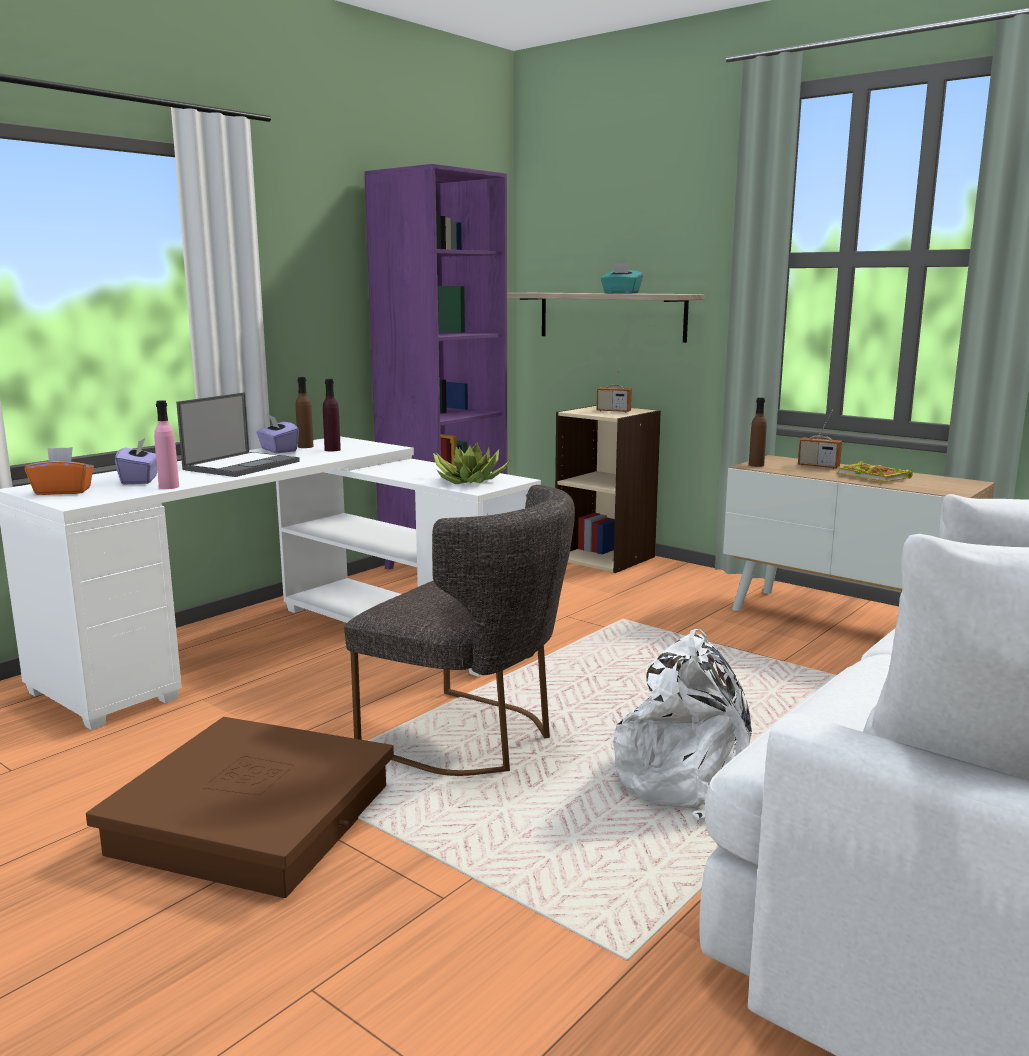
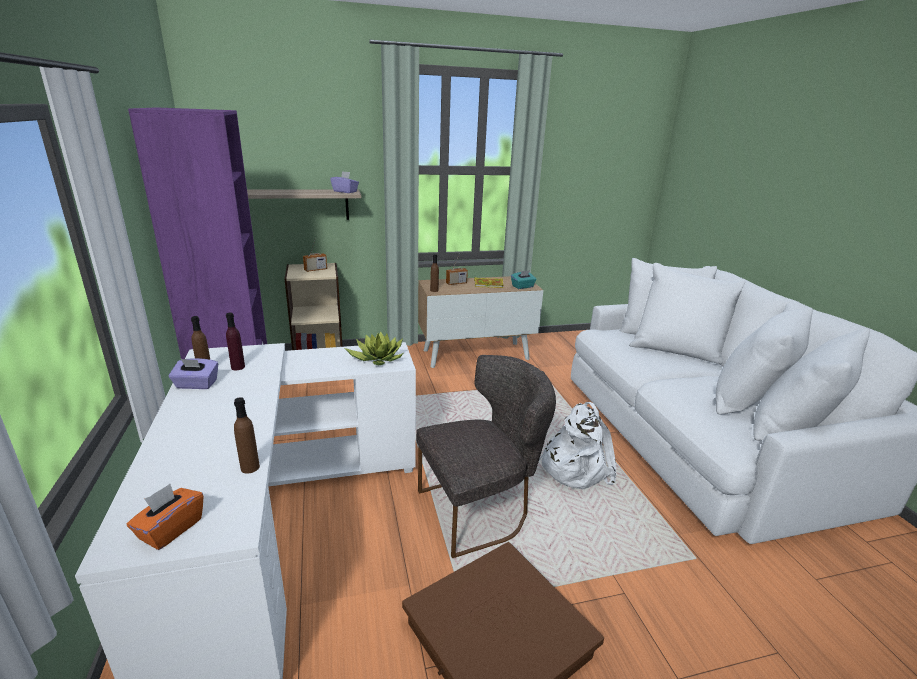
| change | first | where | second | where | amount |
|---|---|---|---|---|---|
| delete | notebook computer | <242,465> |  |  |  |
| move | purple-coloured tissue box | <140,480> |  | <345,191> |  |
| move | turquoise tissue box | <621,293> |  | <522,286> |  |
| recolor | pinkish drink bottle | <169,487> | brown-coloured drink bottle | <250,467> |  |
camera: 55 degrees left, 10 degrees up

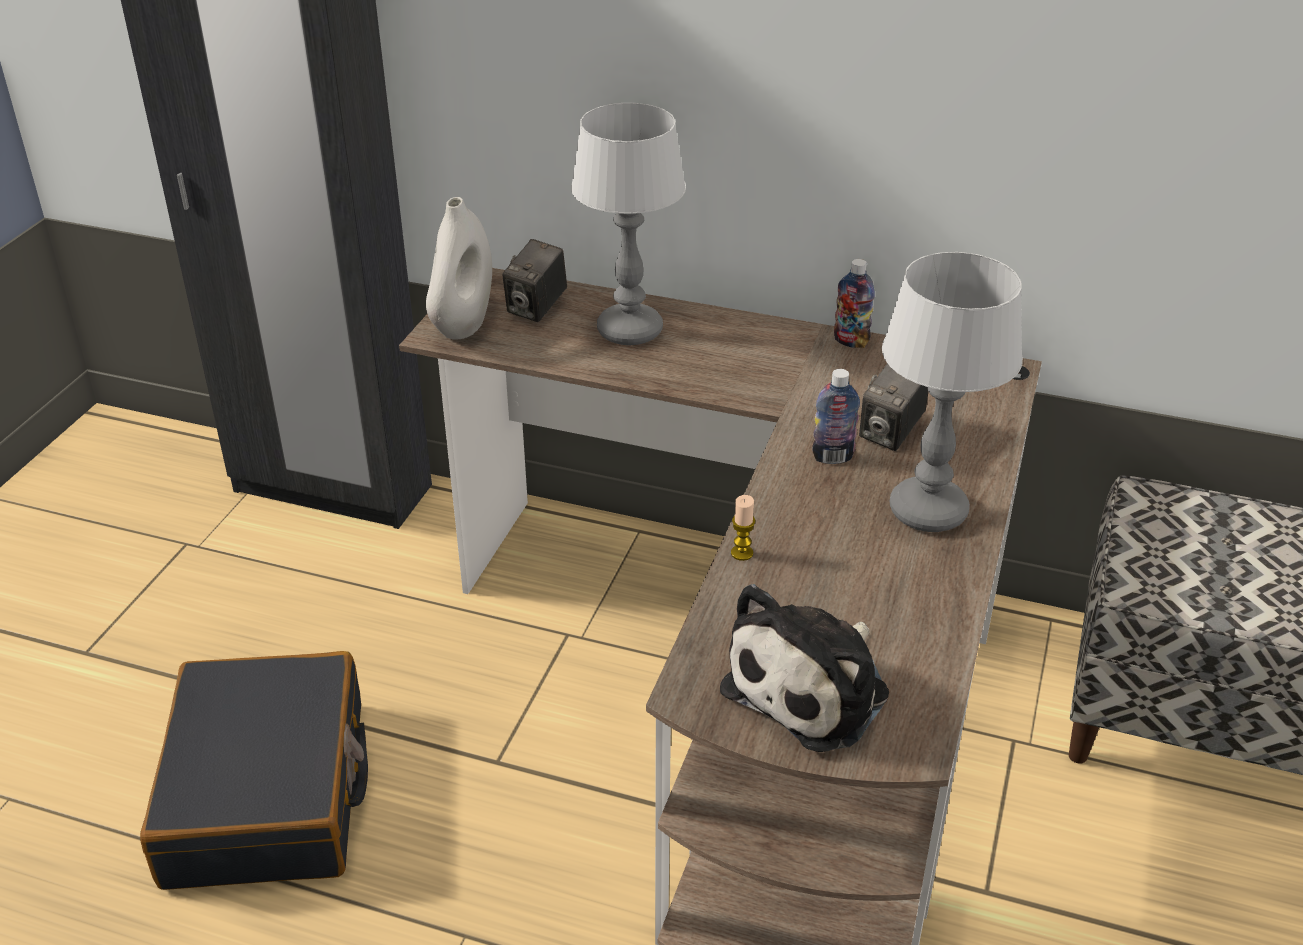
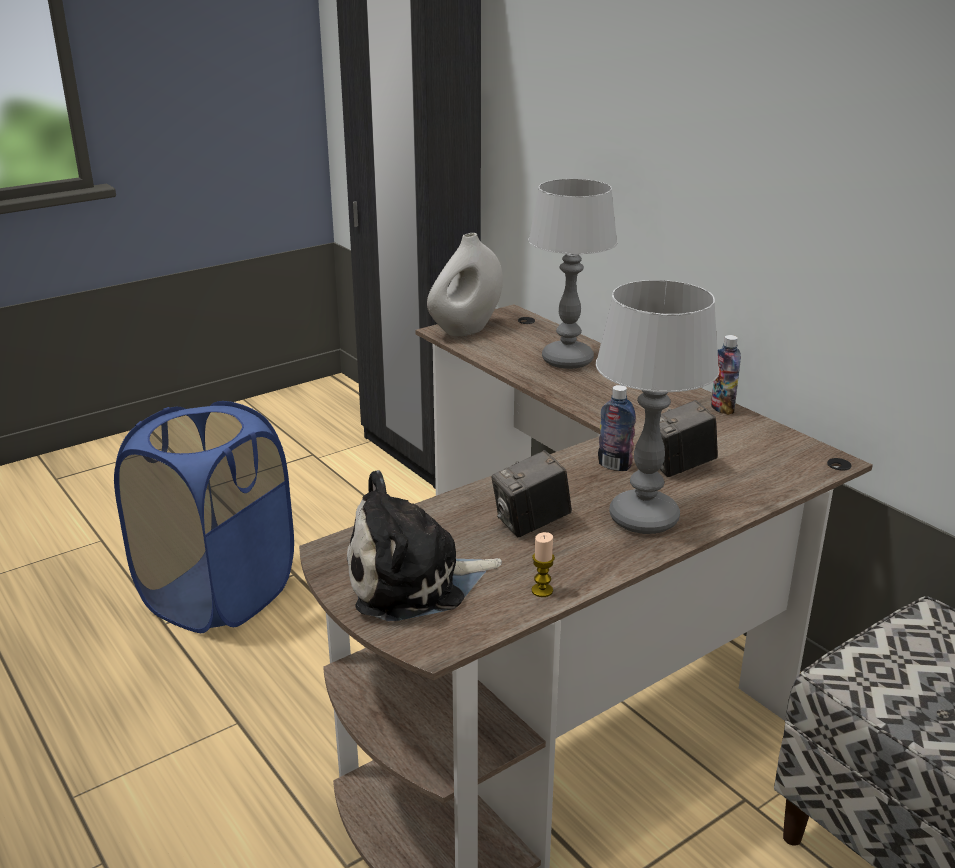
| change | first | where | second | where | amount |
|---|---|---|---|---|---|
| move | photo camera | <537,308> |  | <531,523> |  |
| move | wax light | <742,553> |  | <542,590> |  |
| replace | black travel case | <268,793> | bluish washing basket | <219,595> |  |
camera: 35 degrees right, 10 degrees down

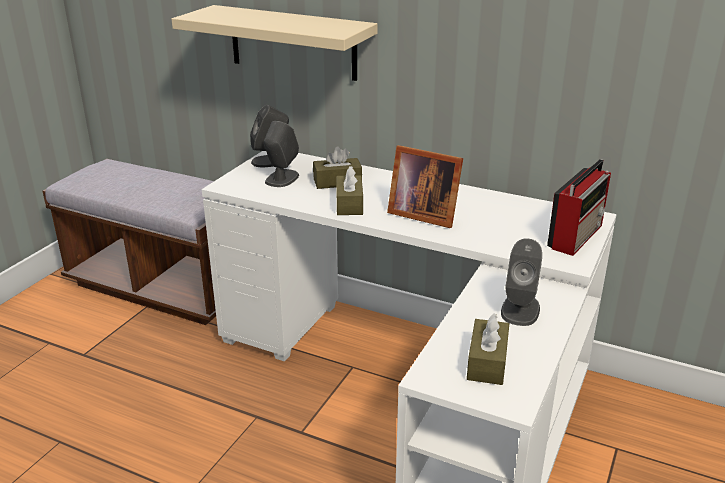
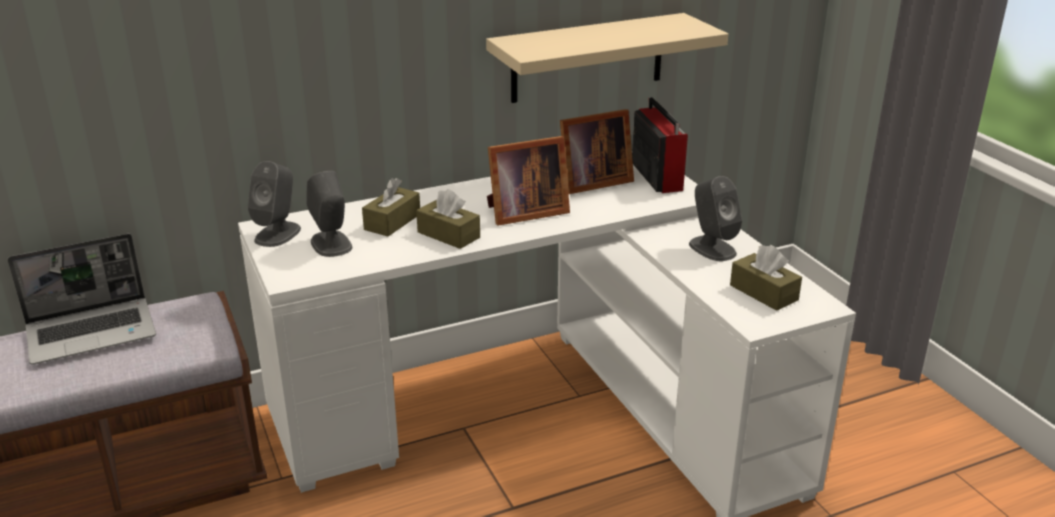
| change | first | where | second | where | amount |
|---|---|---|---|---|---|
| insert |  |  | notebook computer | <93,332> |  |
| insert |  |  | picture frame | <590,182> |  |
| move | beige-coloured shelf | <293,42> |  | <587,58> |  |
camera: 50 degrees left, 0 degrees up

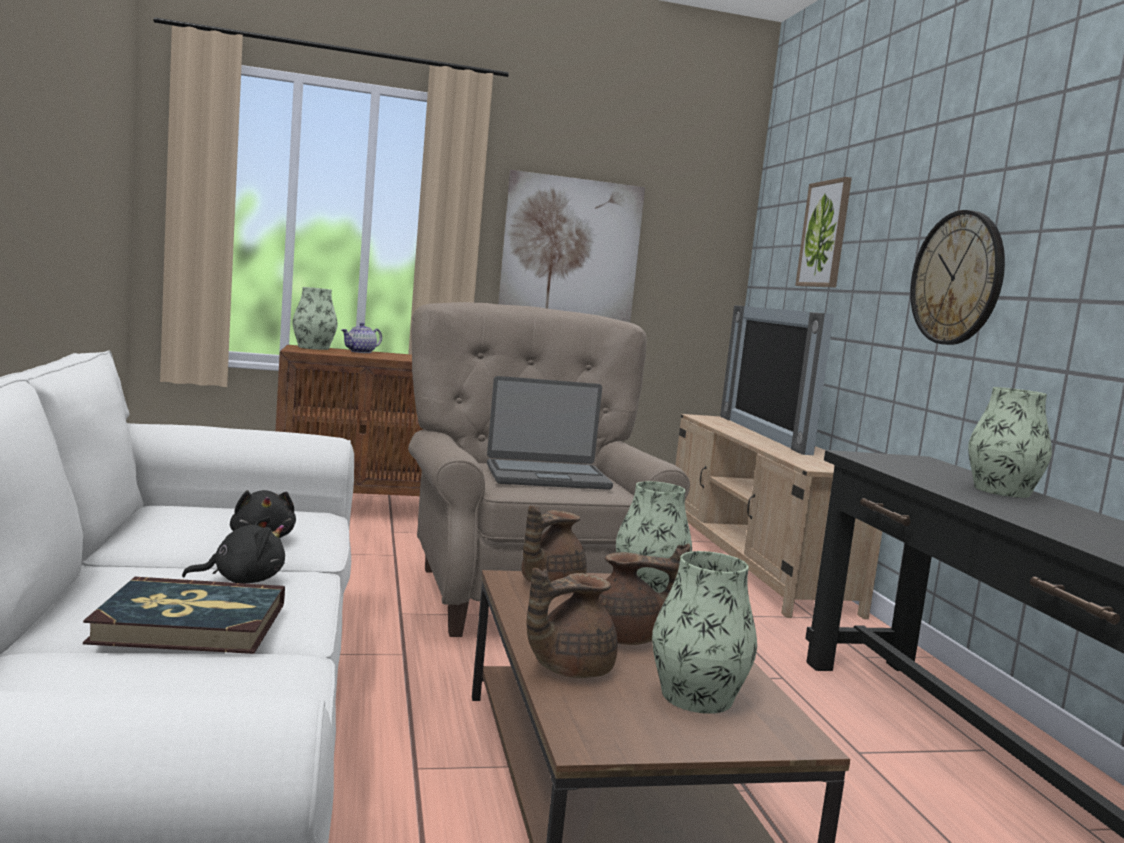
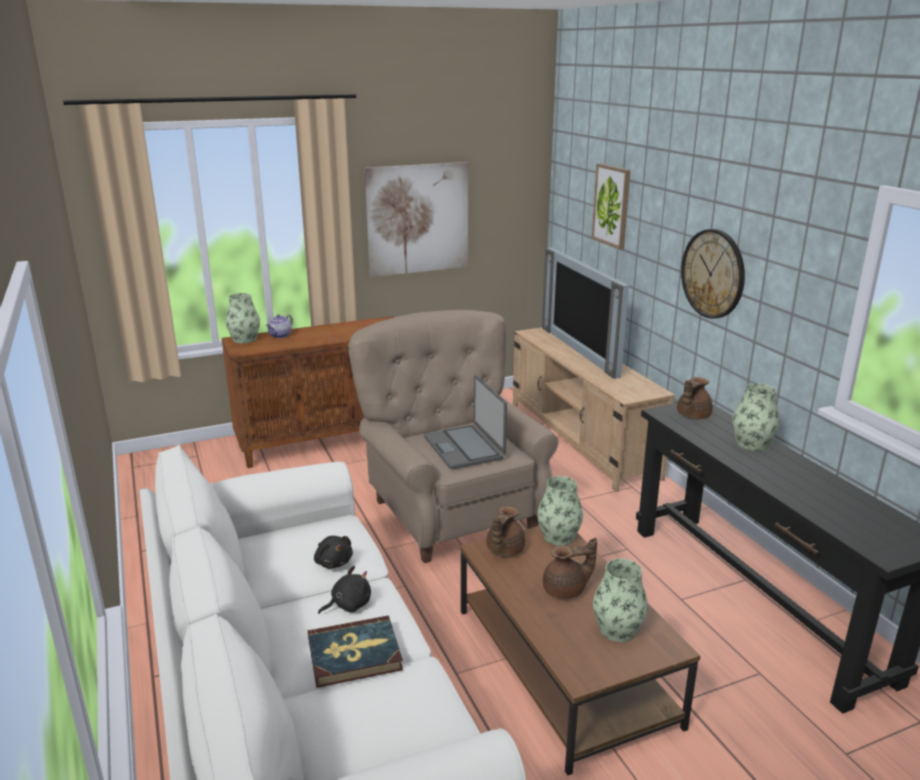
| change | first | where | second | where | amount |
|---|---|---|---|---|---|
| move | brown-coloured tea pot | <568,668> |  | <692,416> |  |
| rotate | notebook computer | <547,476> |  | <464,448> | 90 degrees clockwise |
camera: 10 degrees left, 15 degrees up

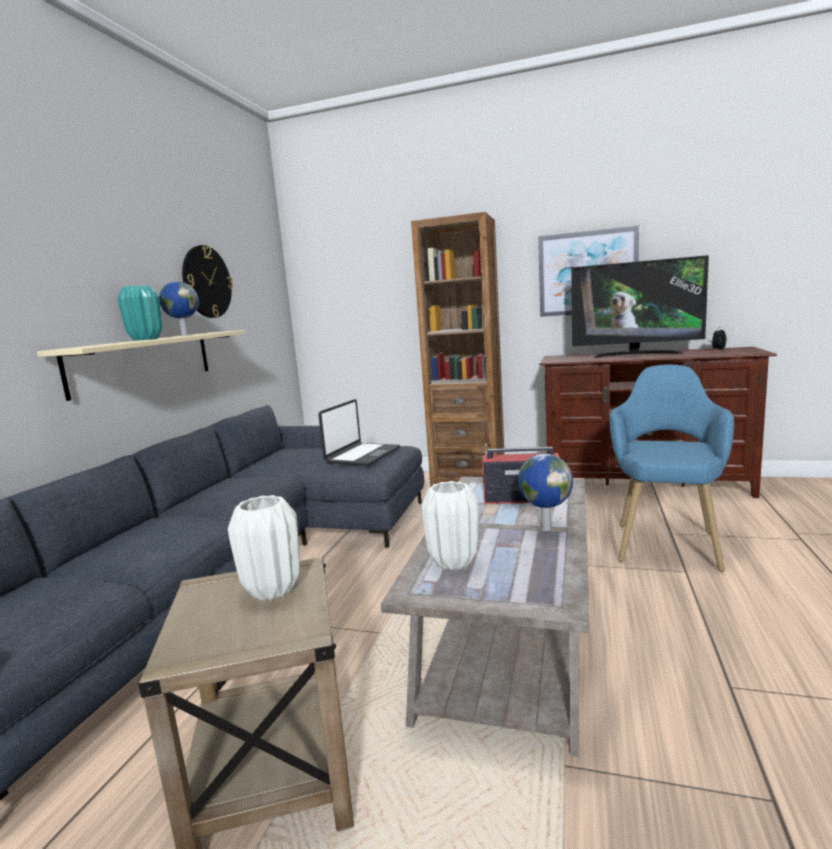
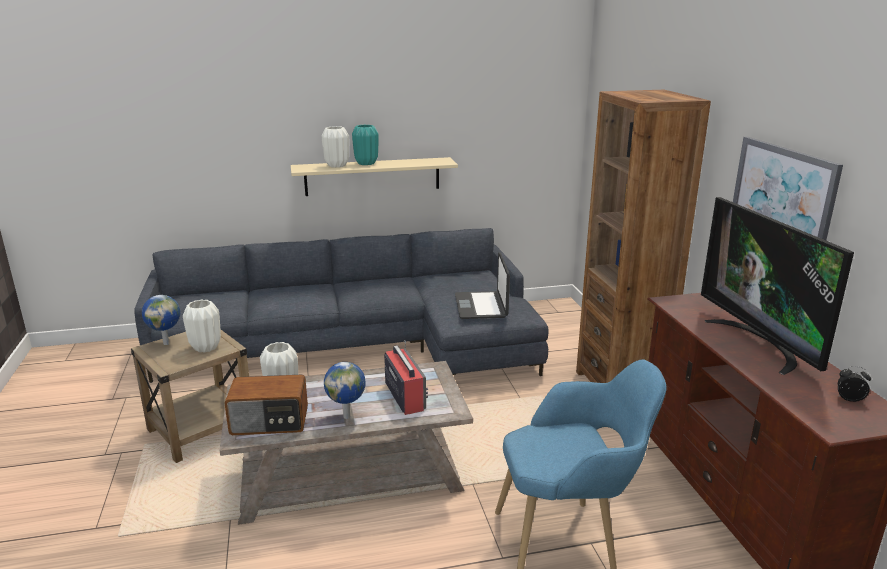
| change | first | where | second | where | amount |
|---|---|---|---|---|---|
| delete | wall clock | <207,282> |  |  |  |
| insert |  |  | radio receiver | <270,422> |  |
| insert |  |  | white flower vase | <336,165> |  |
| move | globe | <184,335> |  | <166,343> |  |
| rotate | notebook computer | <362,455> |  | <481,306> | 90 degrees clockwise |
camera: 60 degrees right, 10 degrees up

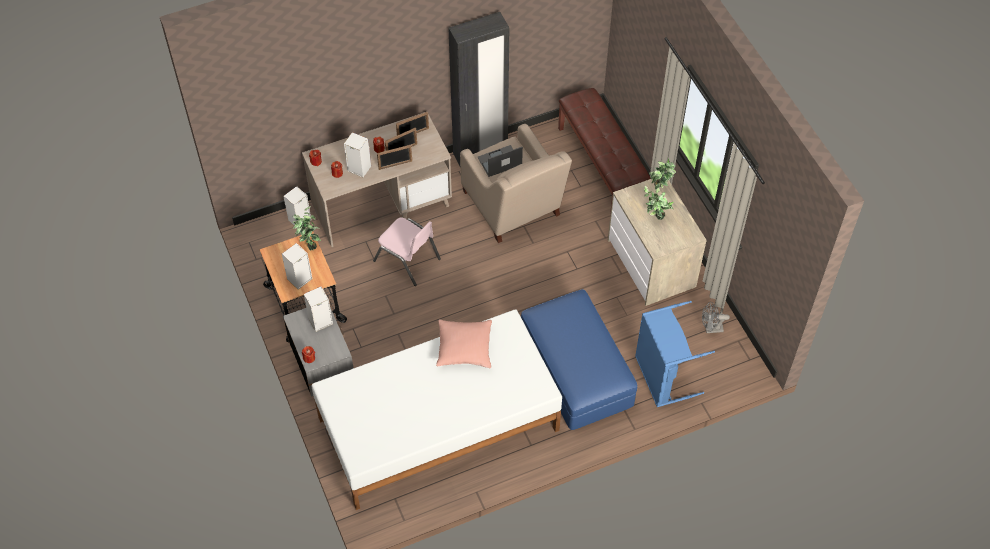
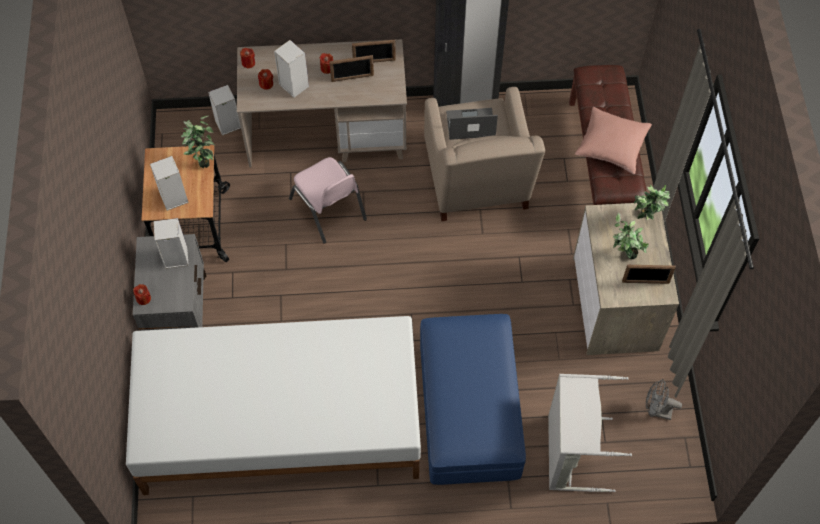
| change | first | where | second | where | amount |
|---|---|---|---|---|---|
| move | picture frame | <395,165> |  | <645,282> |  |
| move | pinkish cushion | <464,348> |  | <611,146> |  |
| recolor | bluish washing basket | <661,377> | gray washing basket | <570,453> |  |
camera: 20 degrees right, 5 degrees up

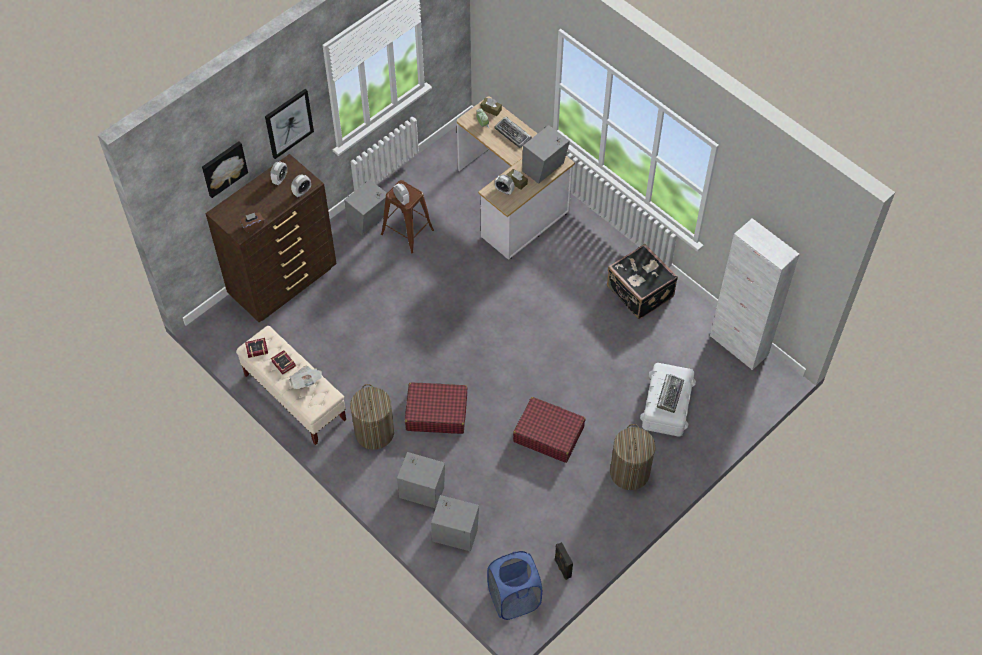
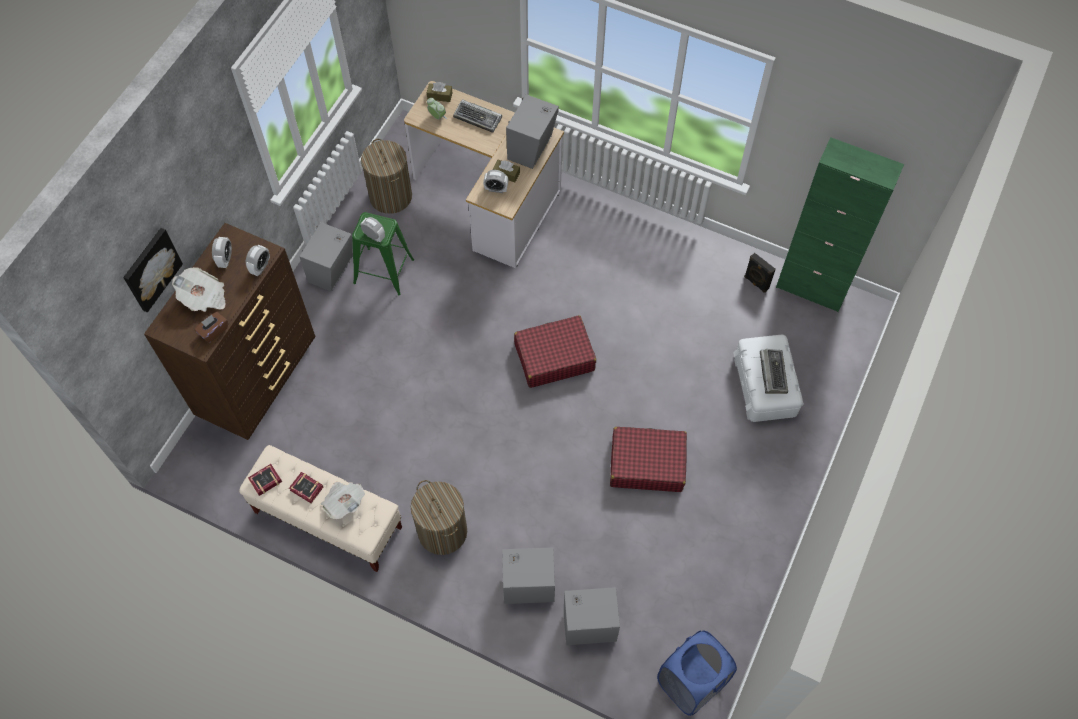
| change | first | where | second | where | amount |
|---|---|---|---|---|---|
| delete | wall picture | <289,123> |  |  |  |
| delete | black travel case | <639,293> |  |  |  |
| insert |  |  | daily paper | <204,298> |  |
| move | red travel case | <436,413> |  | <554,357> |  |
| move | black loudspeaker | <562,568> |  | <756,283> |  |
| move | washing basket | <629,472> |  | <391,196> |  |
| recolor | brown-coloured stool seat | <407,232> | green-coloured stool seat | <384,271> |  |
| recolor | white cupboard | <738,345> | green-coloured cupboard | <811,288> |  |
camera: 20 degrees left, 5 degrees up

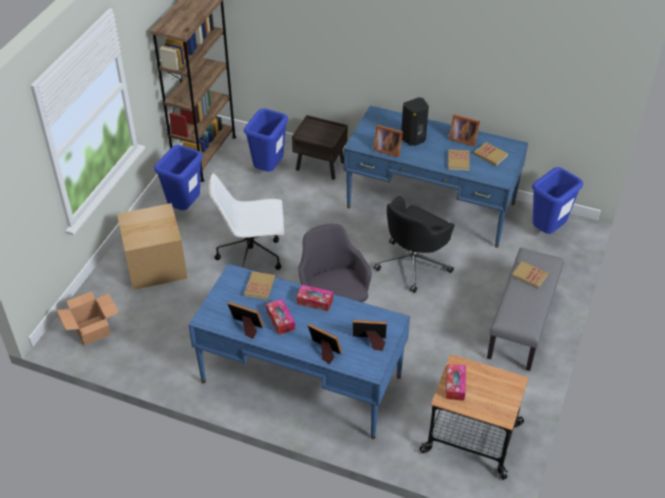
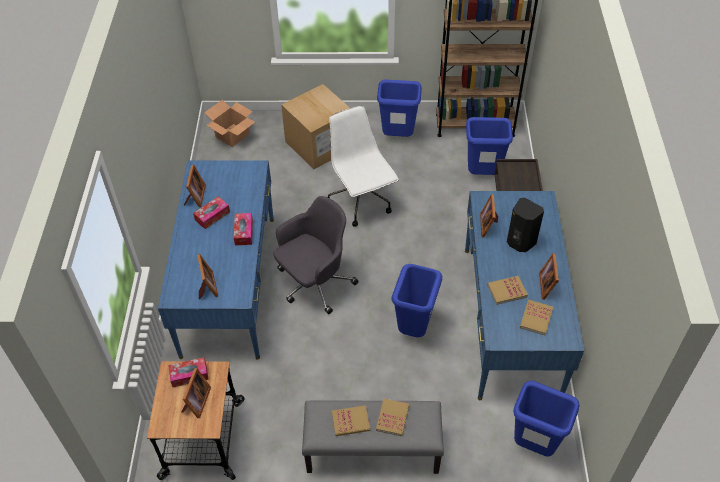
| change | first | where | second | where | amount |
|---|---|---|---|---|---|
| move | book | <259,287> |  | <350,421> |  |
| move | picture frame | <324,352> |  | <196,402> |  |
| replace | black desk chair | <413,263> | bluish trash can | <414,328> |  |
camera: 70 degrees right, 5 degrees up

